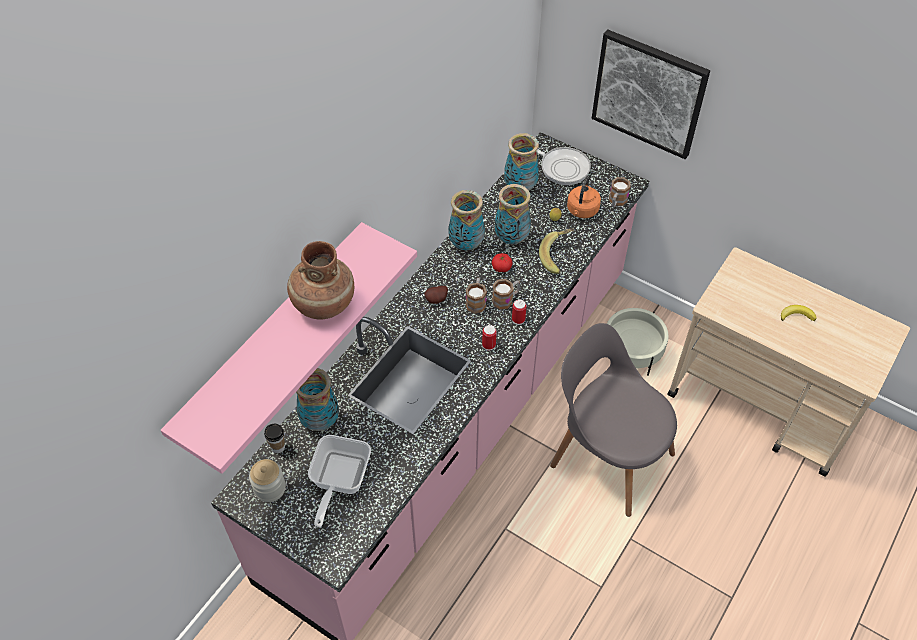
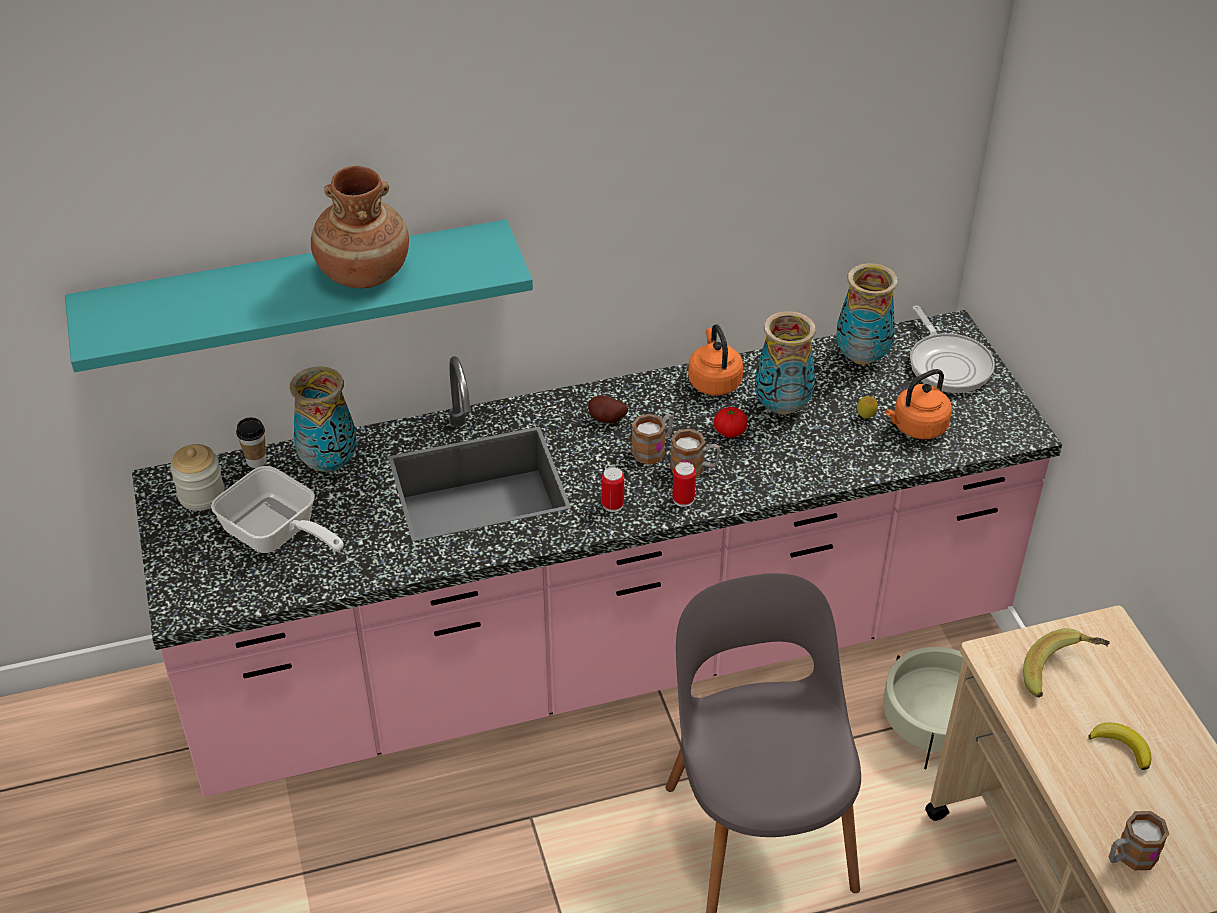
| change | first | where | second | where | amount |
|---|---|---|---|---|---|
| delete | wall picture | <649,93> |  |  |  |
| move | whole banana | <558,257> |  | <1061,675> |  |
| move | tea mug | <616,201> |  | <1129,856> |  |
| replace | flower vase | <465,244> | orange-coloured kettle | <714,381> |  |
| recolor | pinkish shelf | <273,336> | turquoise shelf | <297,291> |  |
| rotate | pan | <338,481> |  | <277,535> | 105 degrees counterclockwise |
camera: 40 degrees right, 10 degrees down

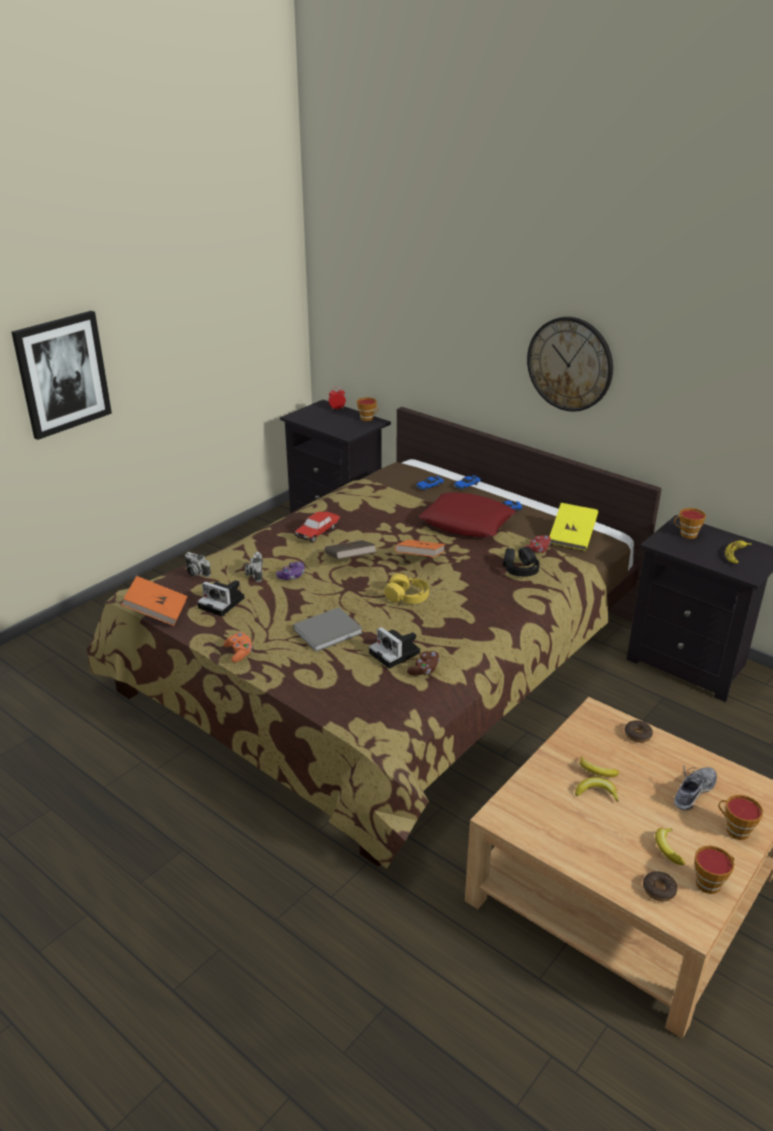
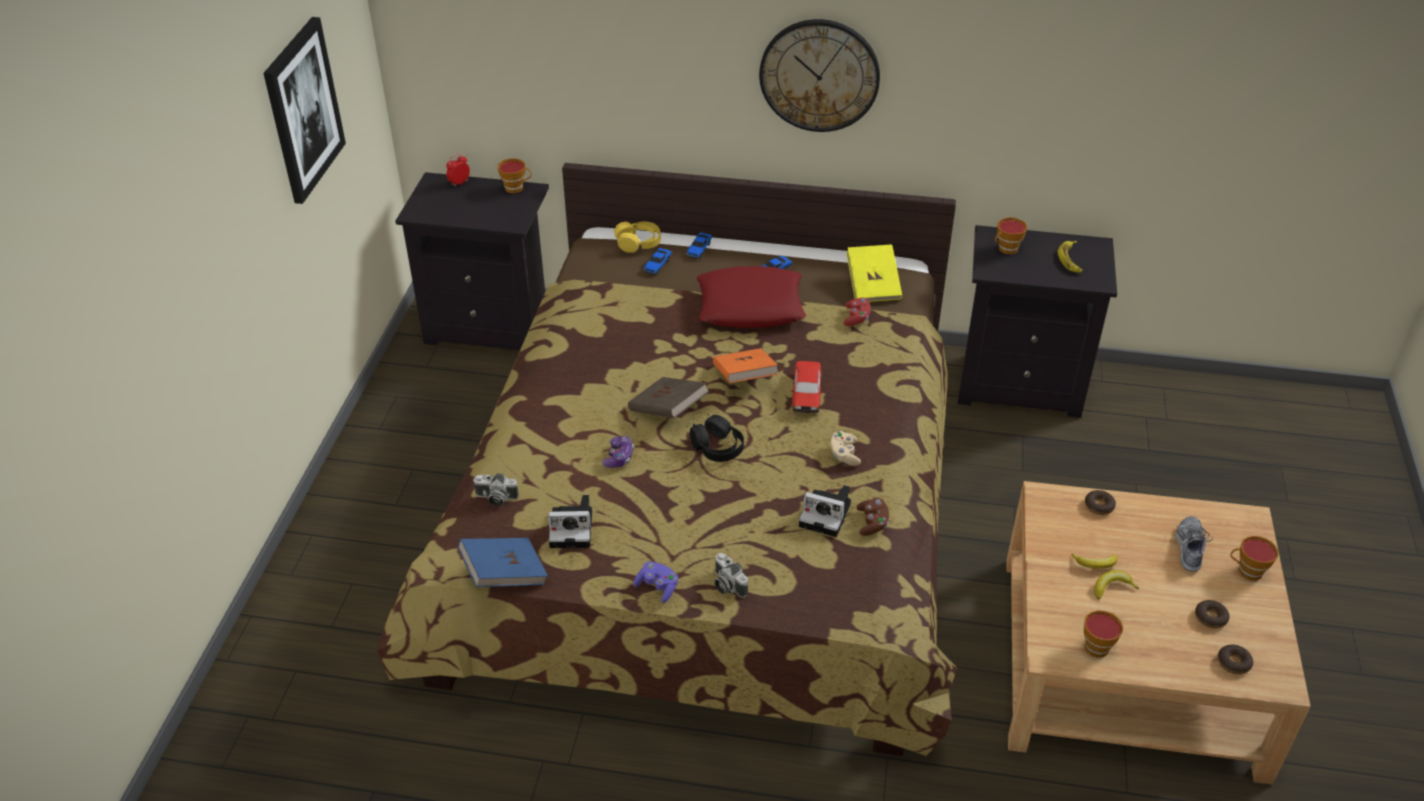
| change | first | where | second | where | amount |
|---|---|---|---|---|---|
| delete | gray book | <329,630> |  |  |  |
| insert |  |  | beige-coloured gamepad | <844,454> |  |
| move | wall picture | <62,374> |  | <303,110> |  |
| move | photo camera | <254,573> |  | <726,584> |  |
| move | toy car | <317,532> |  | <806,394> |  |
| move | yellow headphones | <407,597> |  | <638,243> |  |
| move | black headphones | <520,569> |  | <717,447> |  |
| move | cup | <710,882> |  | <1097,645> |  |
| replace | whole banana | <667,848> | donut | <1210,617> |  |
| recolor | orange-coloured book | <157,612> | bluish book | <504,574> |  |
| recolor | orange-coloured gamepad | <239,653> | purple-coloured gamepad | <657,587> |  |
camera: 30 degrees left, 10 degrees up

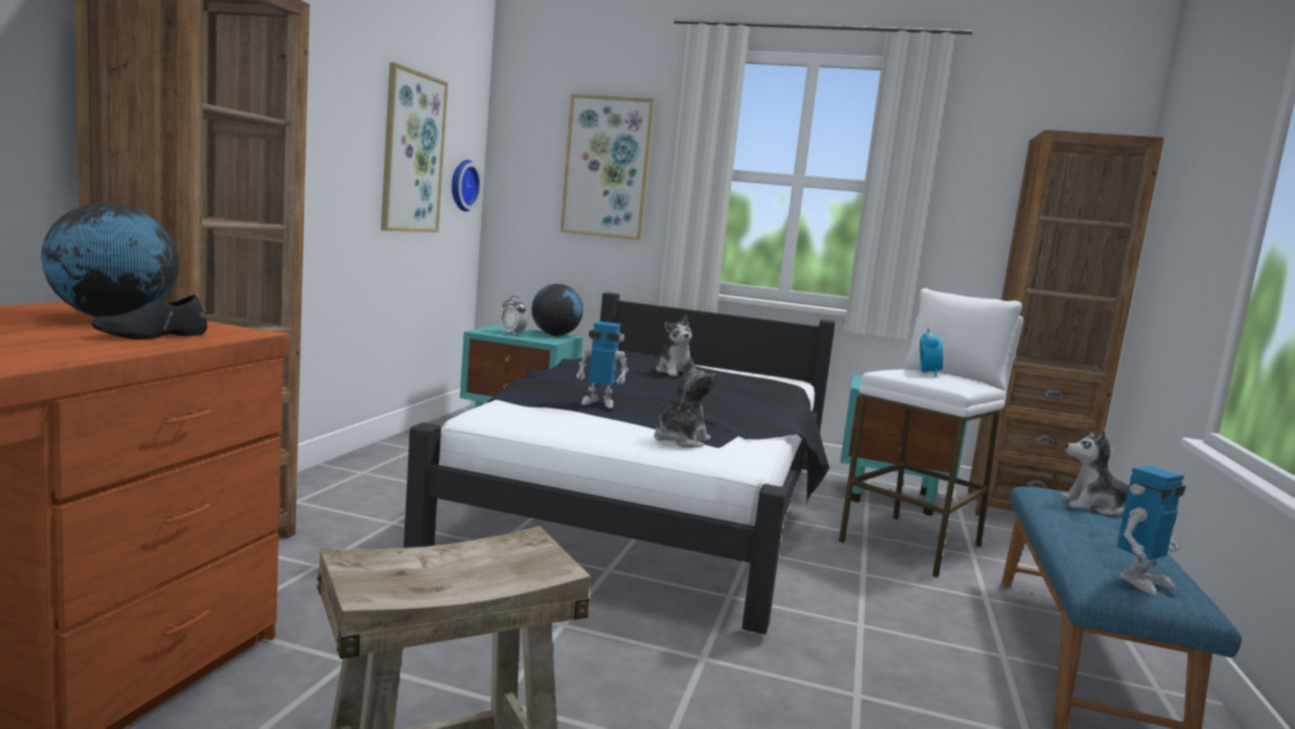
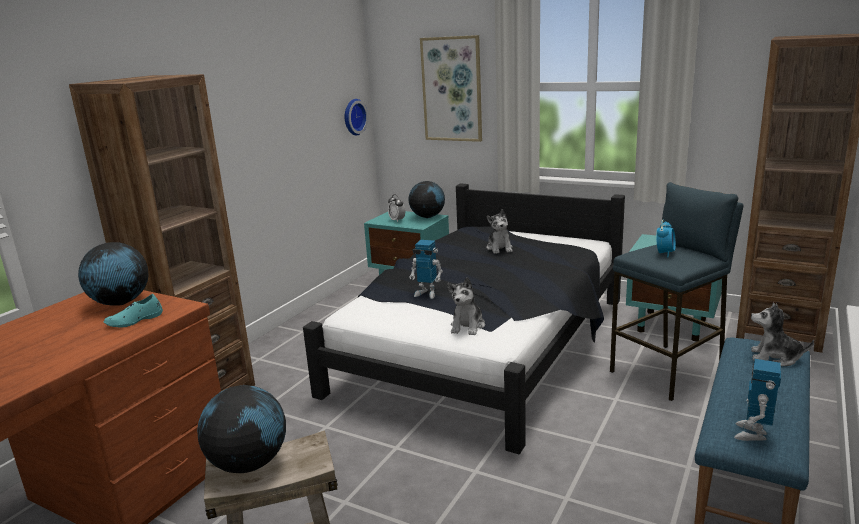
| change | first | where | second | where | amount |
|---|---|---|---|---|---|
| delete | wall picture | <412,153> |  |  |  |
| insert |  |  | globe | <248,464> |  |
| recolor | black shoe | <152,335> | turquoise shoe | <135,320> |  |
| recolor | white stool seat | <913,545> | bluish stool seat | <668,371> |  |
| rotate | soft toy | <680,440> |  | <467,326> | 150 degrees clockwise |
| rotate | toy robot | <1140,581> |  | <753,434> | 135 degrees clockwise |
camera: 15 degrees right, 10 degrees up

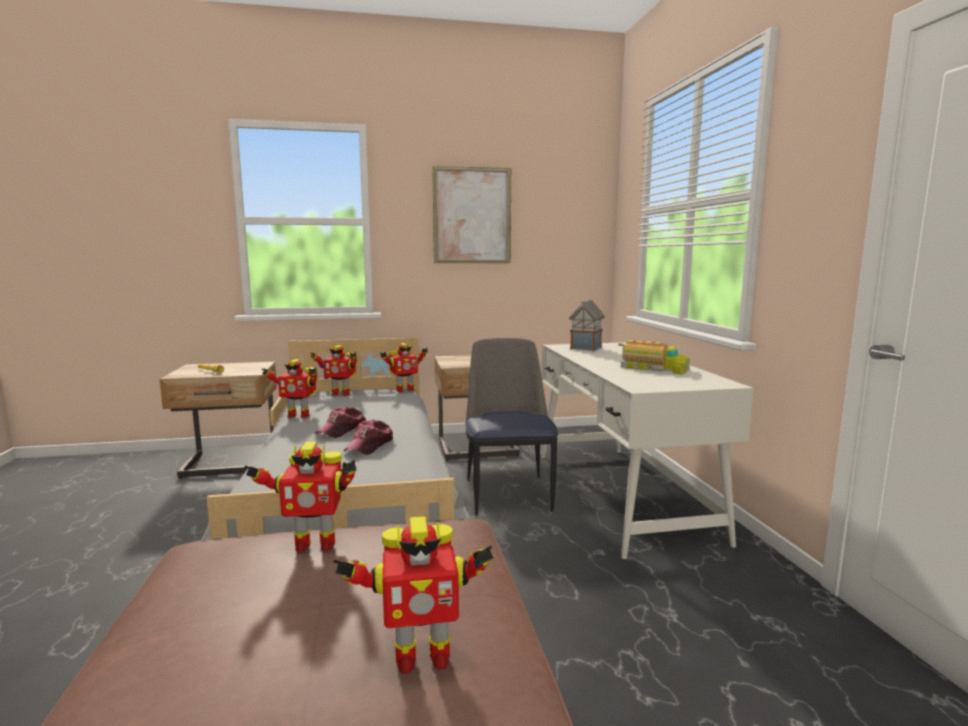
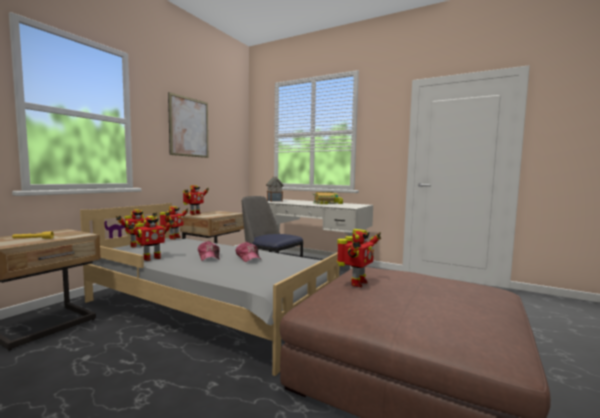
| change | first | where | second | where | amount |
|---|---|---|---|---|---|
| move | toy robot | <420,656> |  | <194,214> |  |
camera: 50 degrees left, 5 degrees down

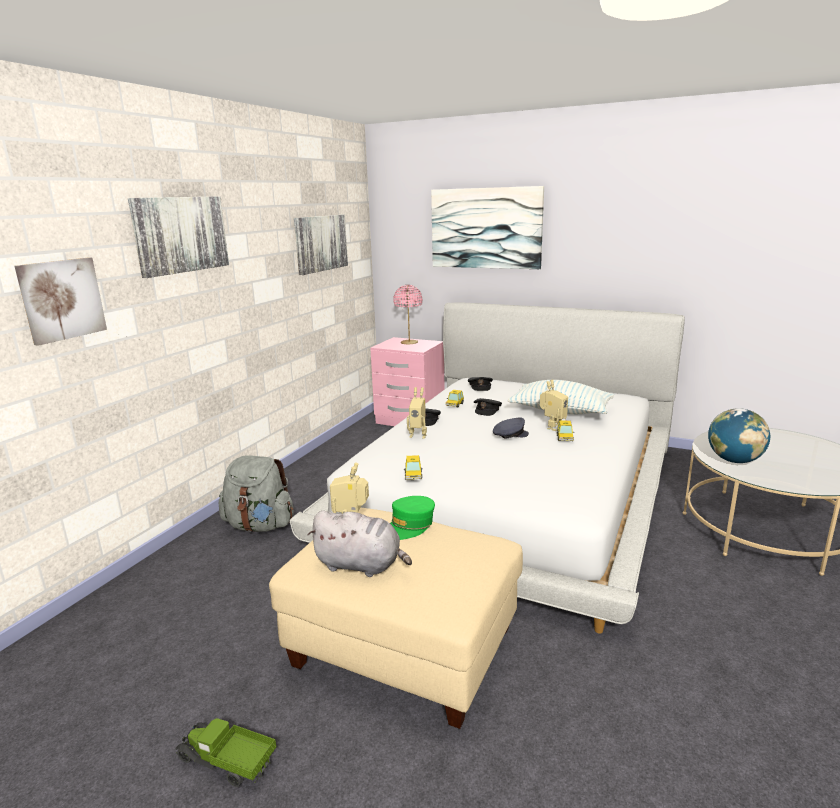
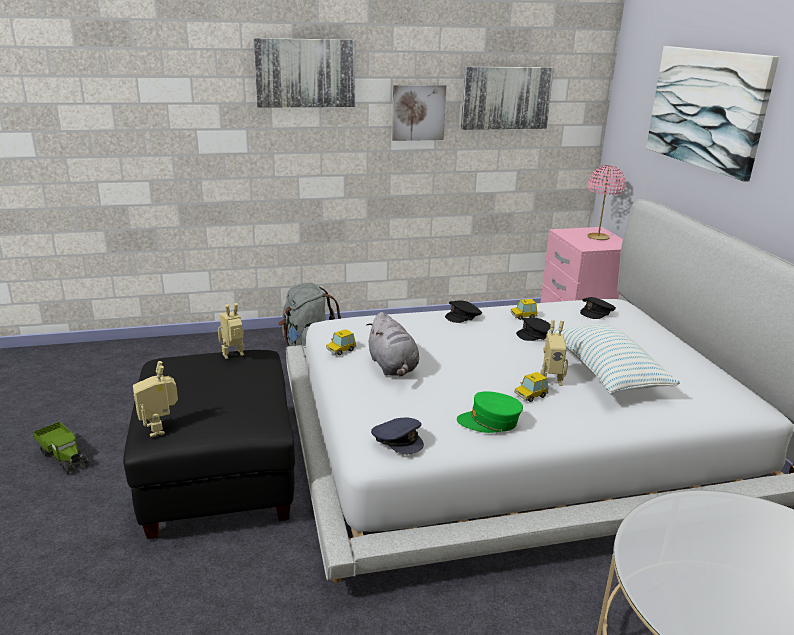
| change | first | where | second | where | amount |
|---|---|---|---|---|---|
| delete | globe | <734,460> |  |  |  |
| move | wall picture | <61,299> |  | <418,112> |  |
| move | gray soft toy | <361,565> |  | <393,367> |  |
| move | green-coloured cap | <410,526> |  | <489,422> |  |
| move | toy robot | <418,435> |  | <160,428> |  |
| move | gray cap | <509,434> |  | <398,440> |  |
| recolor | beige-coloured pouffe | <405,648> | black pouffe | <220,477> |  |
| rotate | toy lorry | <227,762> |  | <64,456> | 150 degrees clockwise |
camera: 50 degrees right, 5 degrees up

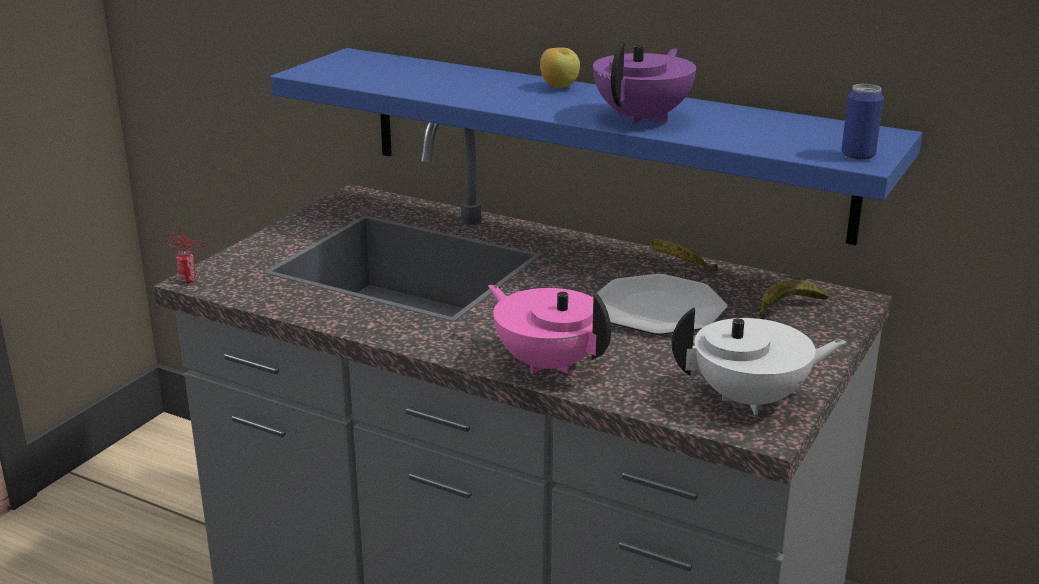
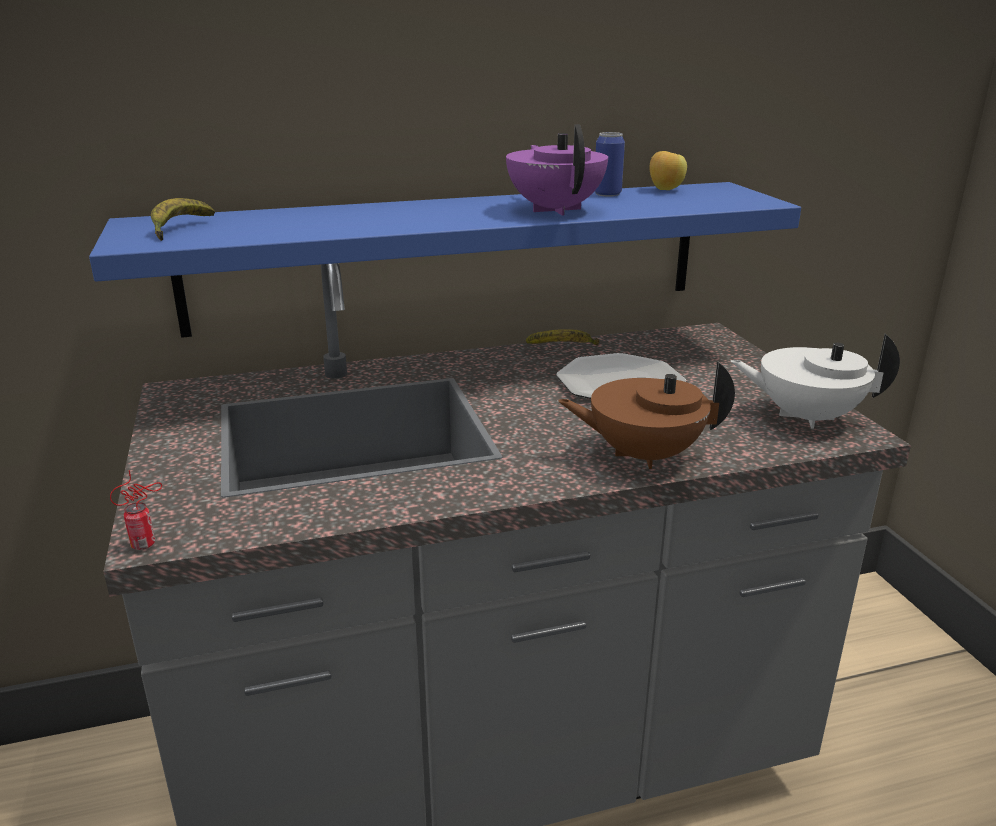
| change | first | where | second | where | amount |
|---|---|---|---|---|---|
| move | whole apple | <560,87> |  | <665,190> |  |
| move | whole banana | <787,308> |  | <179,229> |  |
| move | can | <858,156> |  | <607,194> |  |
| recolor | pinkish tea pot | <548,363> | brown-coloured tea pot | <643,455> |  |
| rotate | white tea pot | <751,399> |  | <806,417> | 120 degrees counterclockwise |
camera: 45 degrees left, 0 degrees up

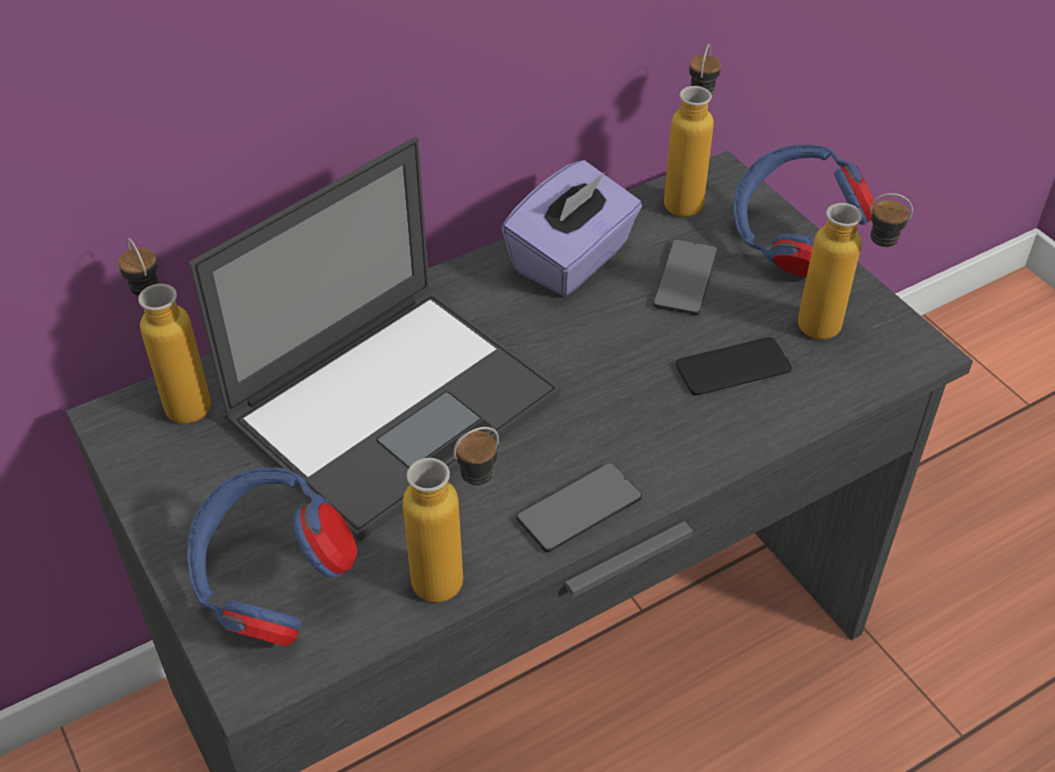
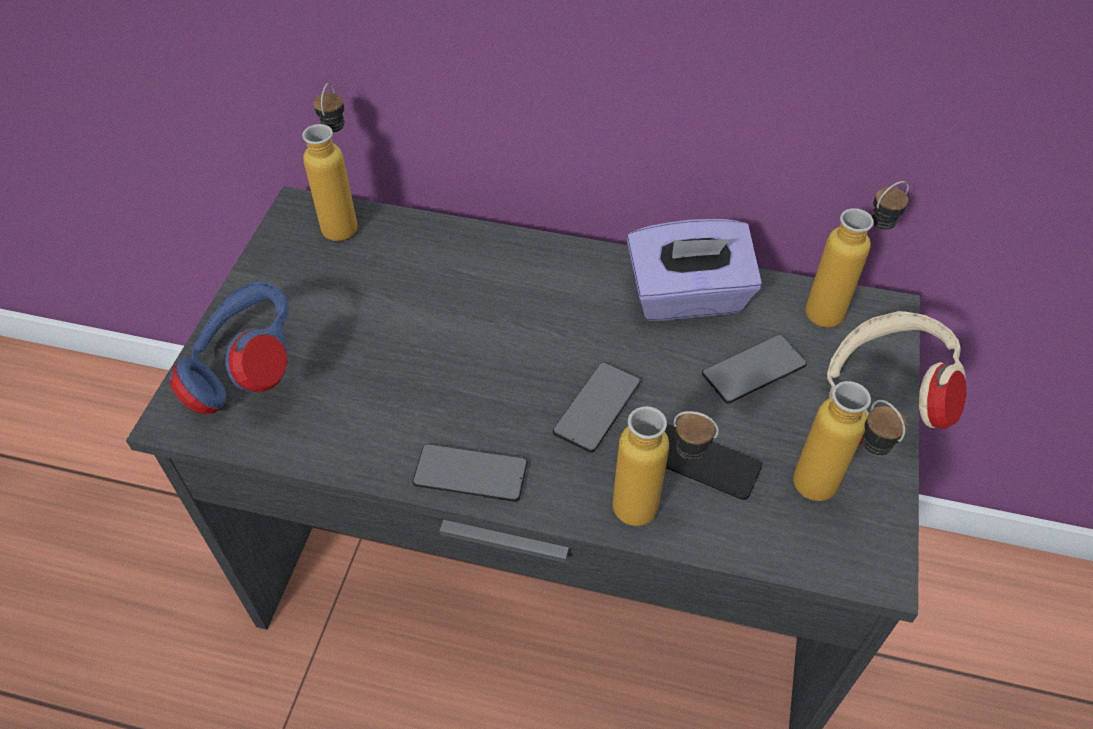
| change | first | where | second | where | amount |
|---|---|---|---|---|---|
| delete | notebook computer | <396,405> |  |  |  |
| insert |  |  | phone | <597,408> |  |
| move | drink bottle | <457,575> |  | <653,513> |  |
| recolor | bluish headphones | <791,242> | beige-coloured headphones | <879,403> |  |
camera: 45 degrees right, 5 degrees up

